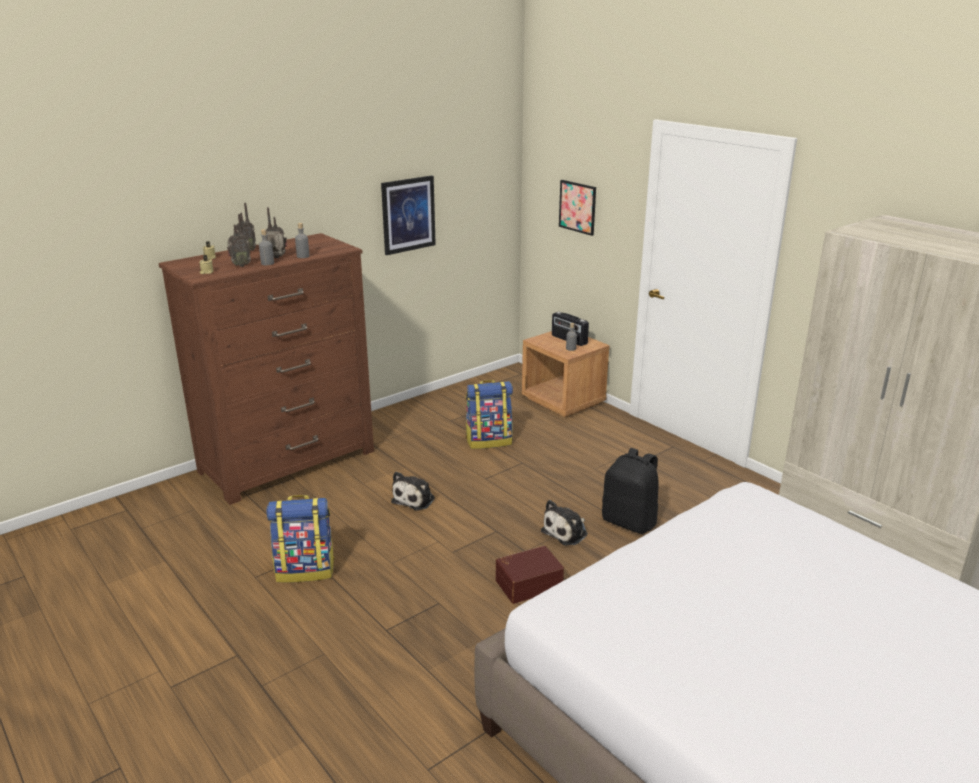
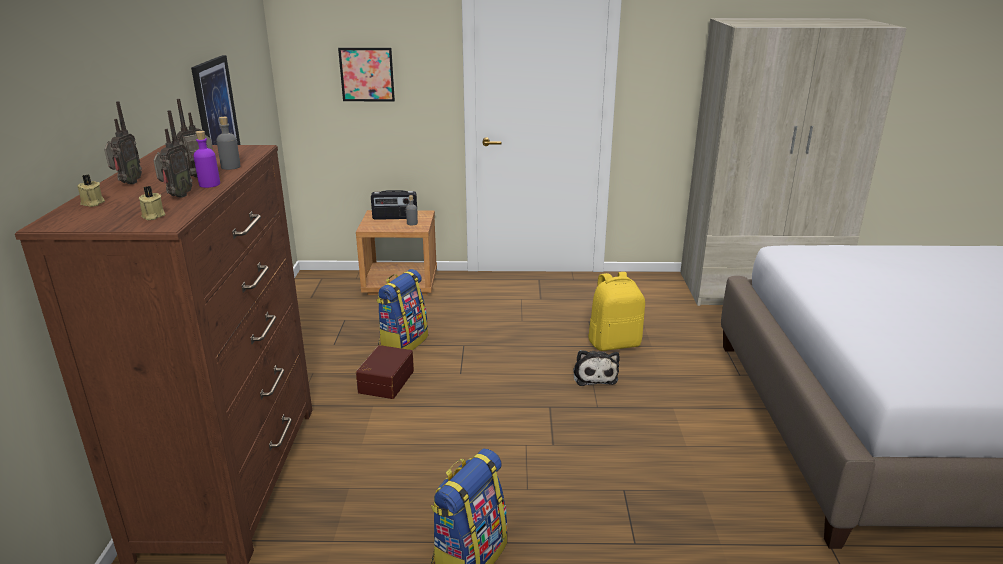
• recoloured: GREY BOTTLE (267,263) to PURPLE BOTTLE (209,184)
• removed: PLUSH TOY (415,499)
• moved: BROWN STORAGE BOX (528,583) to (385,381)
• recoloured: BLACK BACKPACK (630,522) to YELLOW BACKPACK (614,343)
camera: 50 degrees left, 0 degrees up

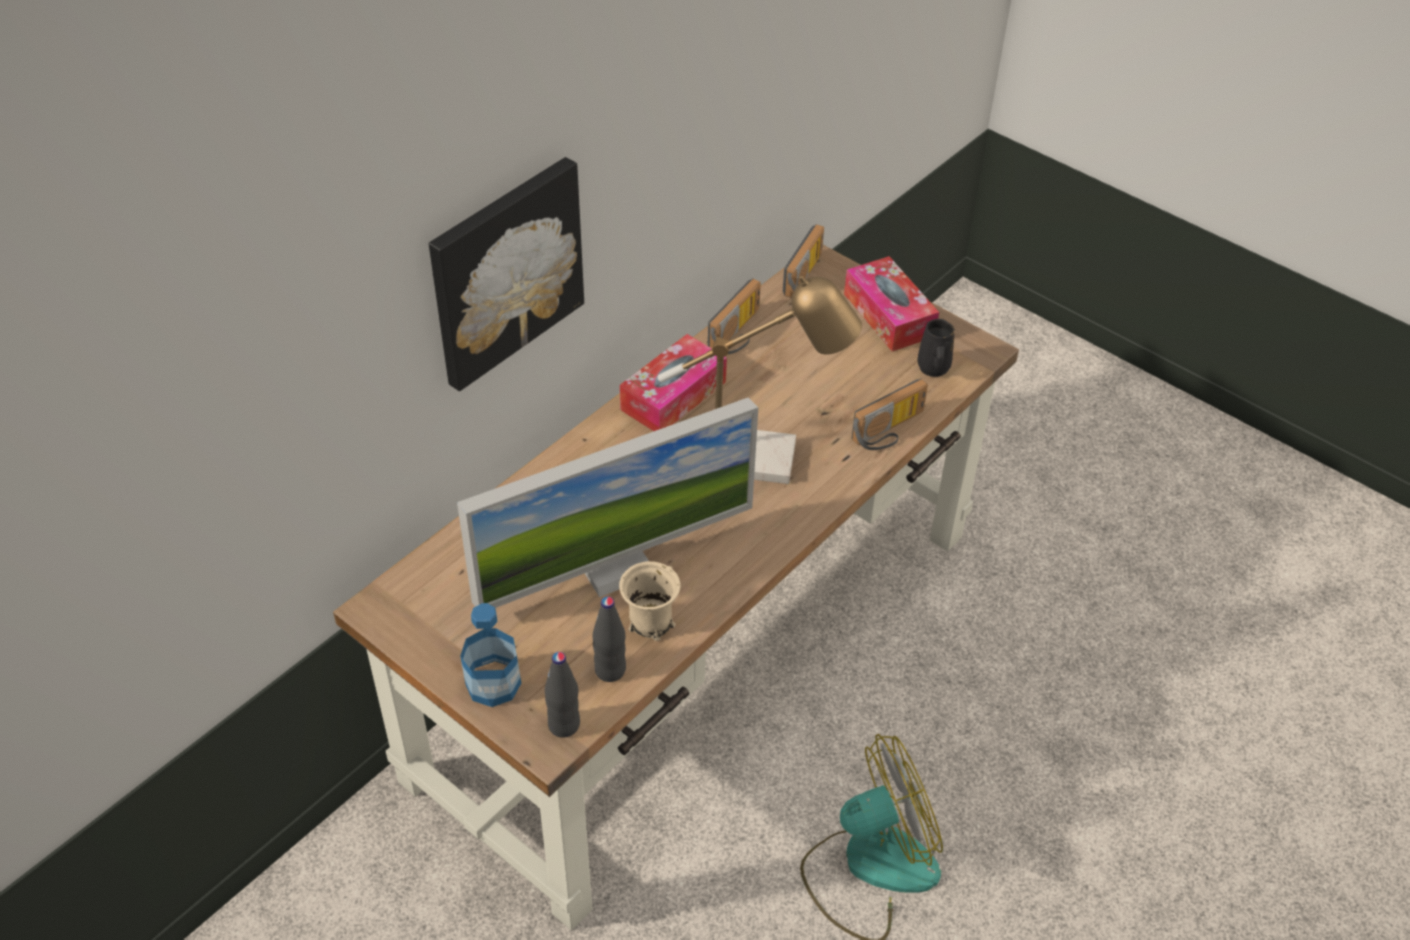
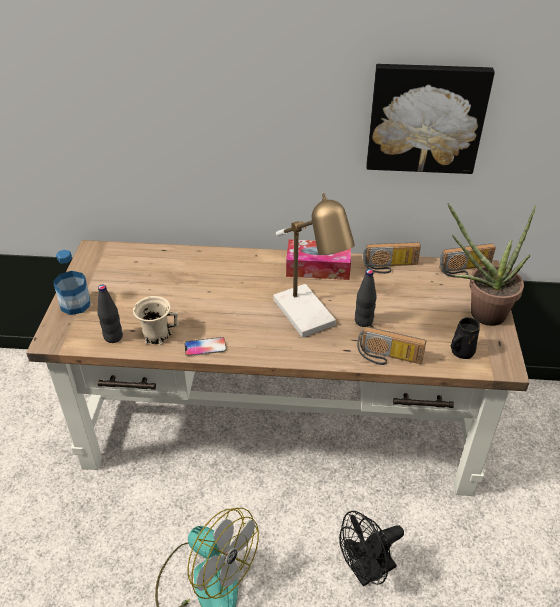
• moved: PICTURE (504,271) to (426,118)
• removed: MONITOR (615,567)
• moved: BLACK BOTTLE (564,725) to (363,321)
• replaced: TISSUE BOX (888,315) to POTTED PLANT (479,313)
• added: PHONE (205,347)
• added: BLACK FAN (367,571)
camera: 55 degrees right, 5 degrees down

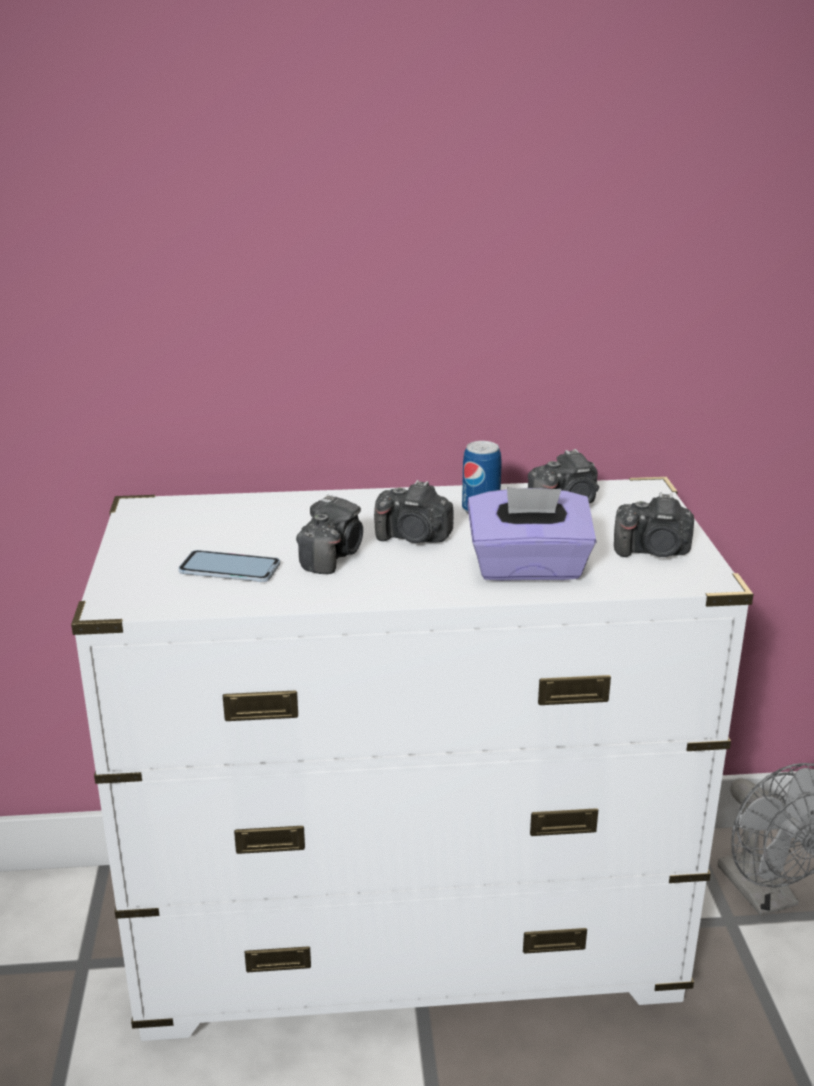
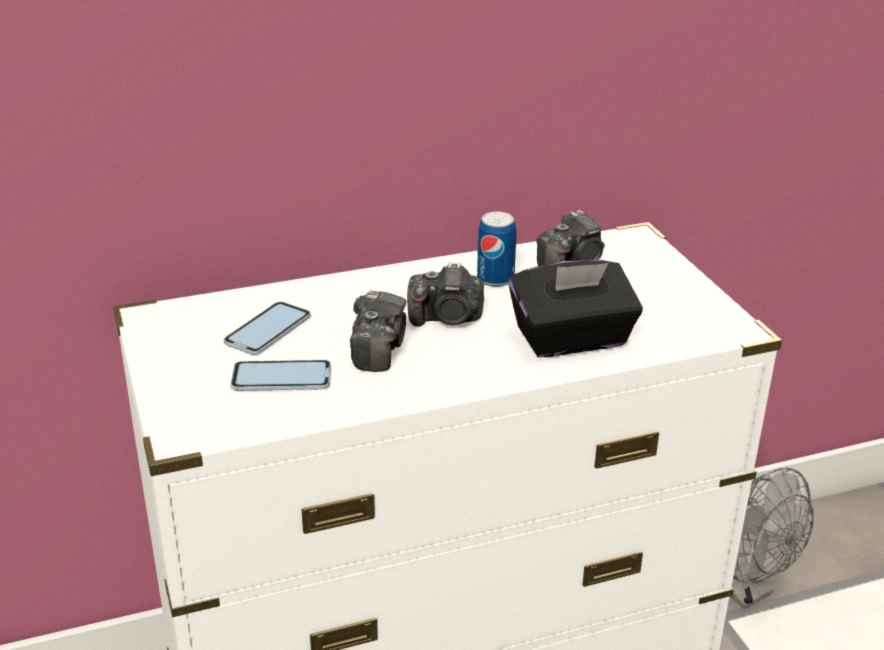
• recoloured: PURPLE TISSUE BOX (528,569) to BLACK TISSUE BOX (572,339)
• removed: PHOTO CAMERA (654,551)
• added: PHONE (268,330)
camera: 15 degrees left, 5 degrees up

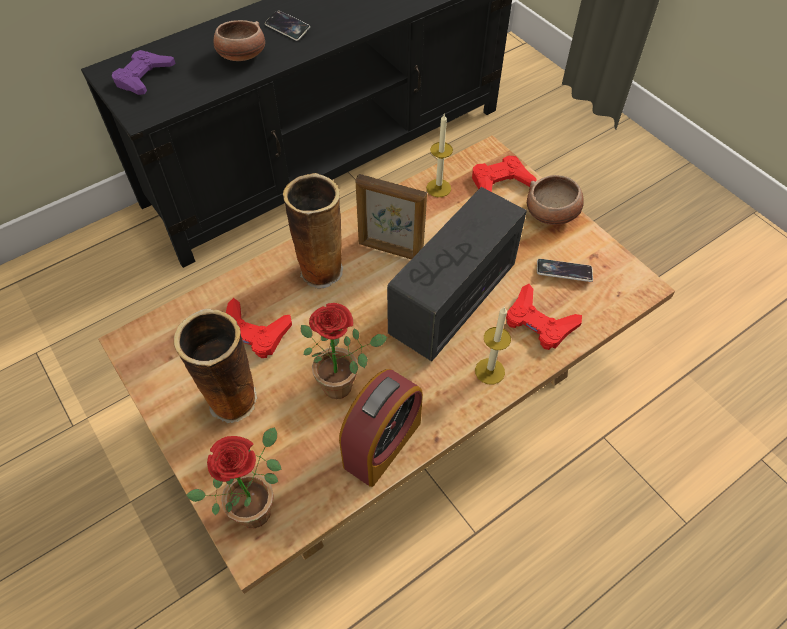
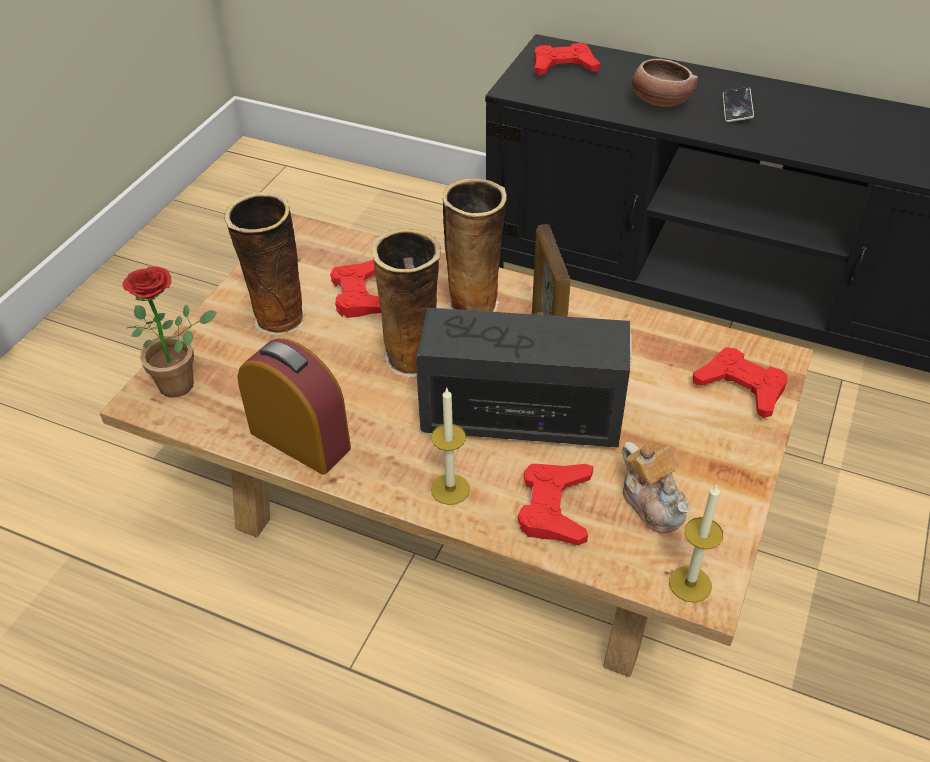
• recoloured: PURPLE GAME CONTROLLER (144,77) to RED GAME CONTROLLER (563,66)
• removed: POTTED PLANT (343,383)
• turned: ALARM CLOCK (382,444) = (300,440) 150 degrees counterclockwise
• moved: CANDLE (438,188) to (690,584)
• removed: BOWL (552,214)
• replaced: PHONE (563,272) to TEAPOT (653,502)
• added: VASE (413,358)
camera: 60 degrees right, 10 degrees down

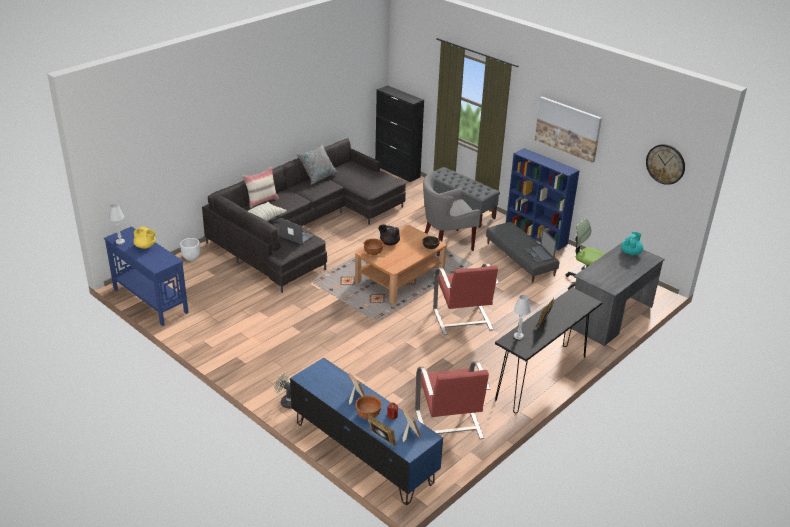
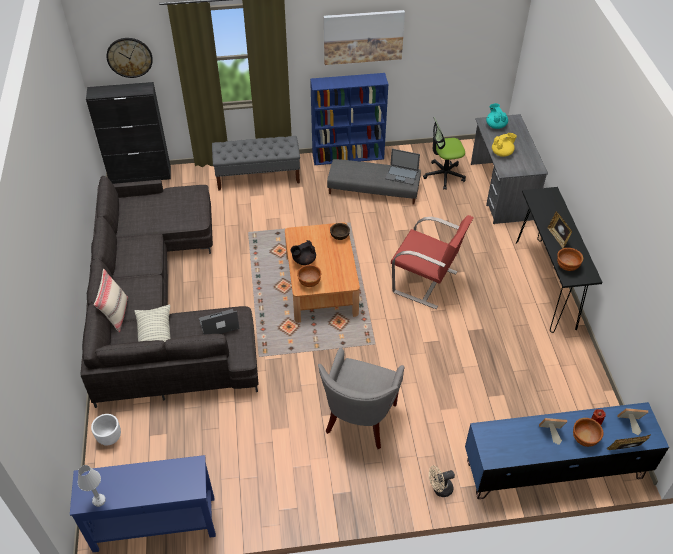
• moved: YELLOW TEAPOT (145,246) to (502,153)
• removed: GREY PILLOW (318,177)
• removed: RED ARMCHAIR (449,425)
• moved: GREY ARMCHAIR (446,243) to (359,420)
• replaced: WHITE TABLE LAMP (518,336) to BROWN BOWL (567,266)
• moved: WALL CLOCK (665,164) to (129,57)
camera: 50 degrees left, 15 degrees up

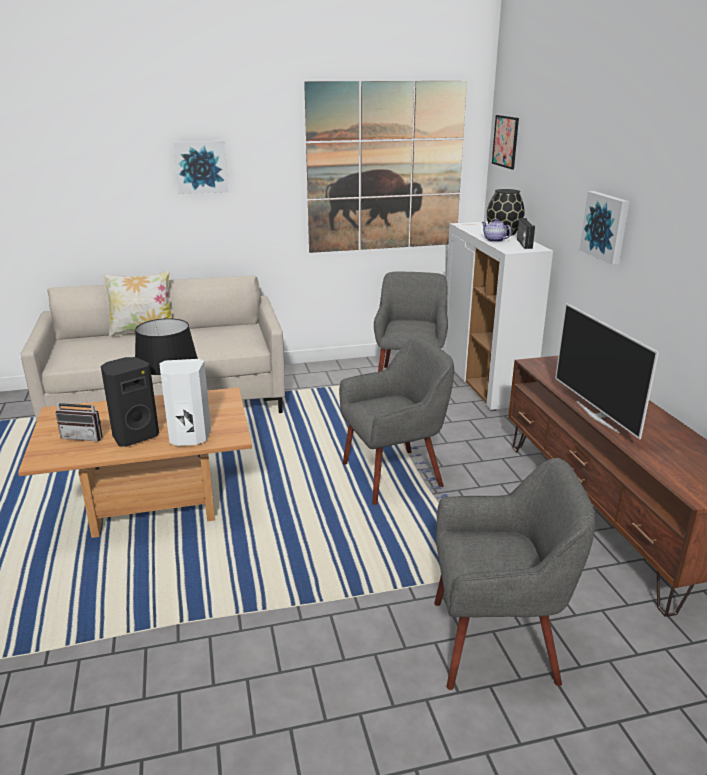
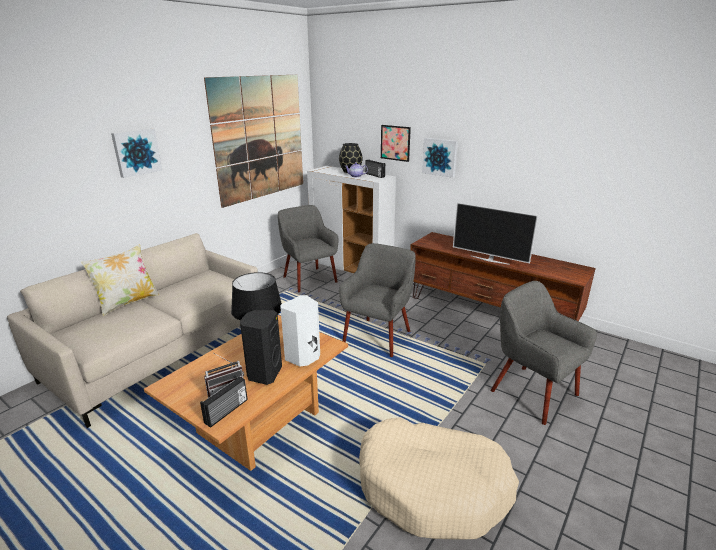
• turned: GREY ARMCHAIR (496,642) = (532,392) 90 degrees counterclockwise
• moved: PICTURE (505,141) to (395,143)
• added: RADIO (227,411)
• added: BEIGE DOG BED (433,487)
camera: 40 degrees left, 0 degrees up

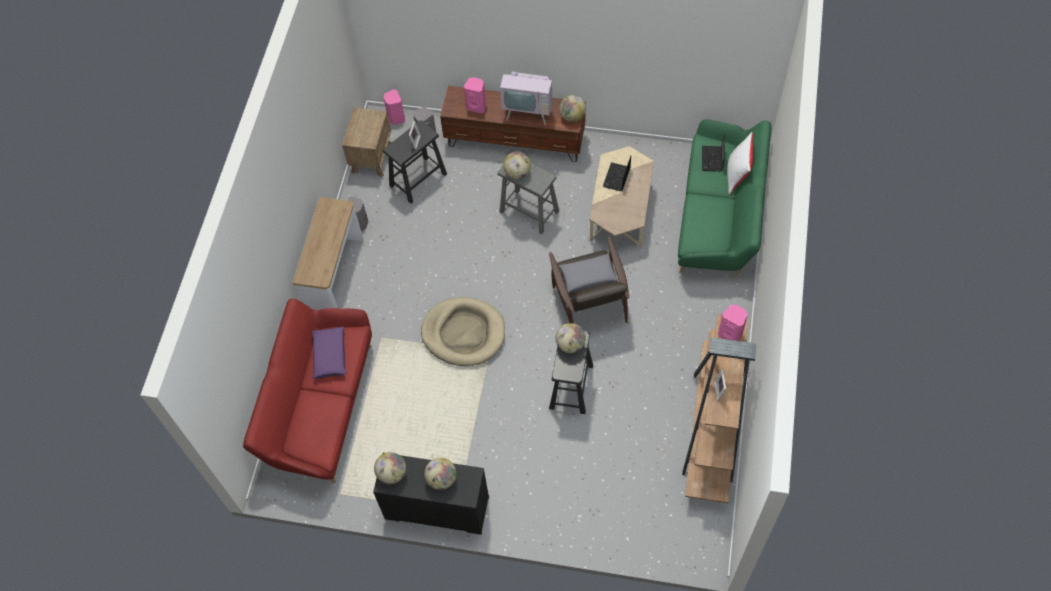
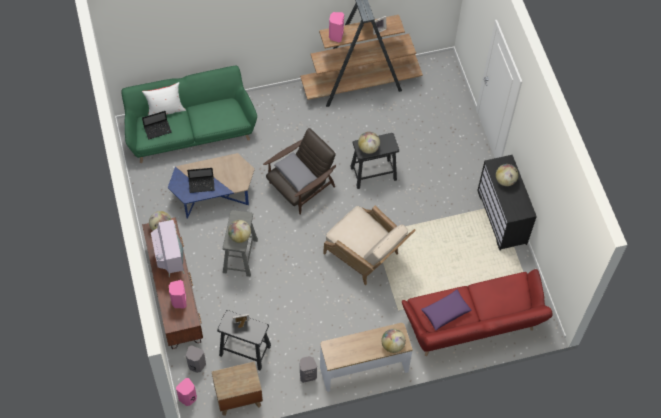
• moved: GLOBE (392,473) to (392,345)
• replaced: BEIGE DOG BED (463,333) to BEIGE ARMCHAIR (366,256)
• recoloured: BEIGE COFFEE TABLE (621,212) to BLUE COFFEE TABLE (213,194)
camera: 120 degrees left, 0 degrees up

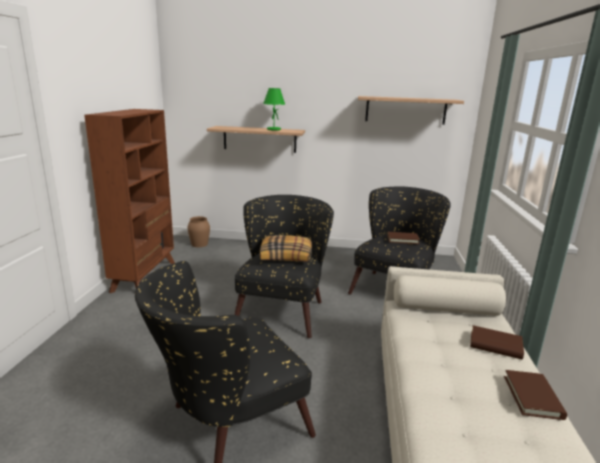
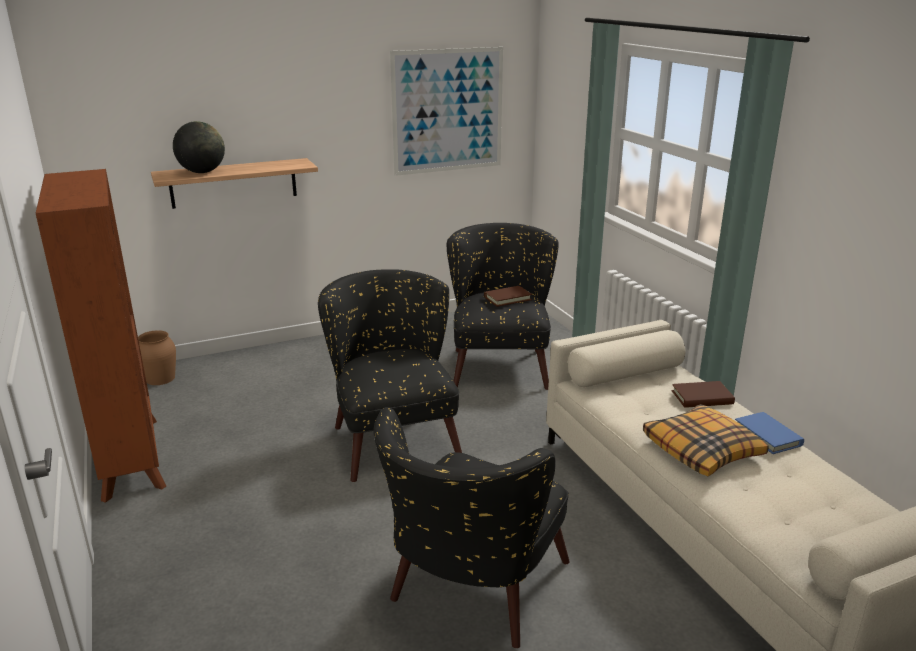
• moved: PILLOW (287,255) to (702,450)
• removed: GREEN TABLE LAMP (273,129)
• replaced: SHELF (405,110) to PICTURE (448,111)
• recoloured: BROWN BOOK (532,397) to BLUE BOOK (767,436)
• added: GLOBE (202,172)
camera: 30 degrees left, 5 degrees up

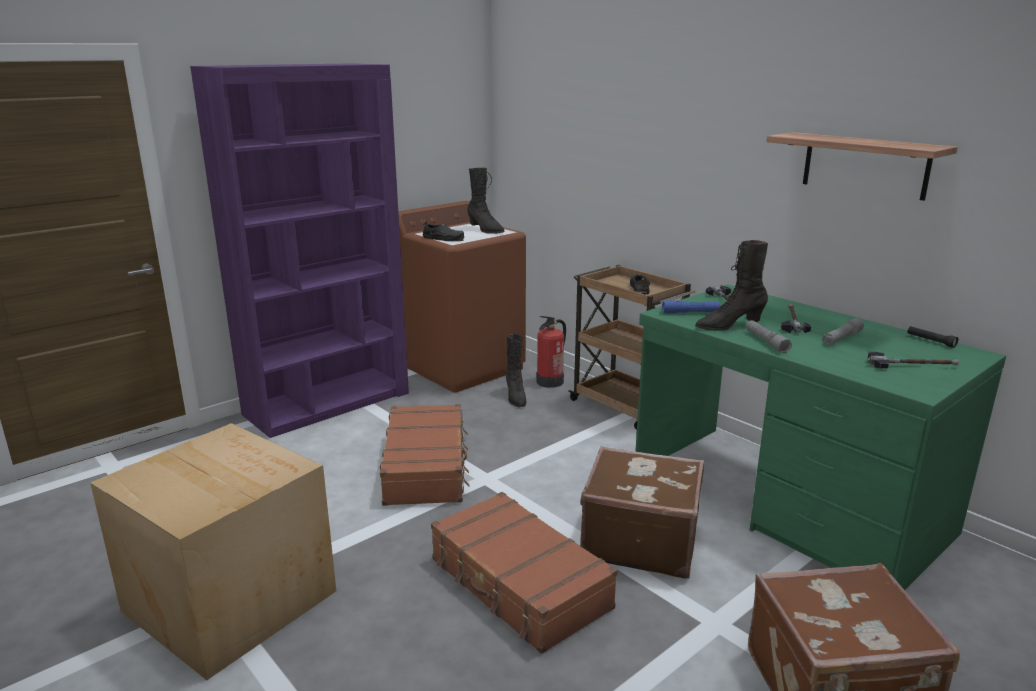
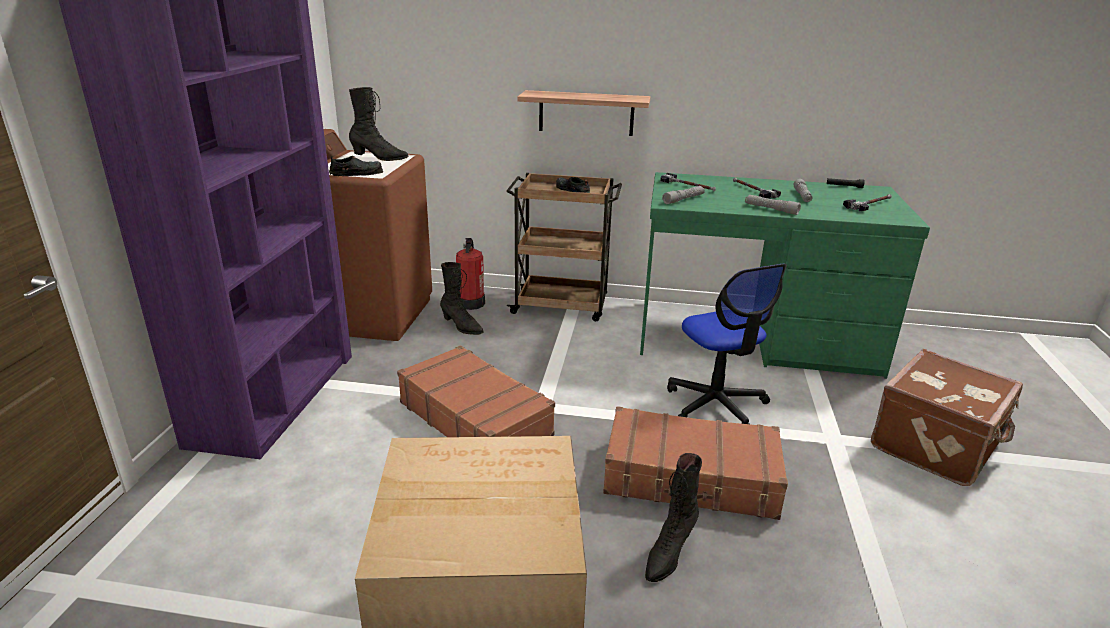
• replaced: BROWN SUITCASE (639,541) to OFFICE CHAIR (716,405)
• recoloured: BLUE FLASHLIGHT (691,313) to GREY FLASHLIGHT (683,199)
• moved: BLACK BOOT (729,325) to (668,554)
• moved: SHELF (865,165) to (586,113)
camera: 40 degrees left, 5 degrees up

